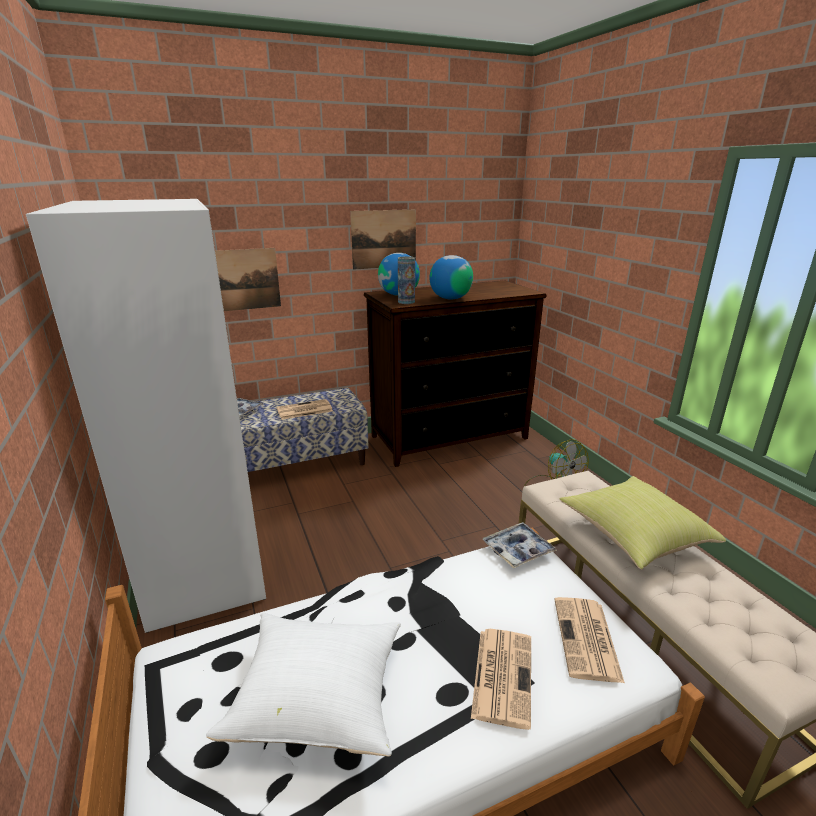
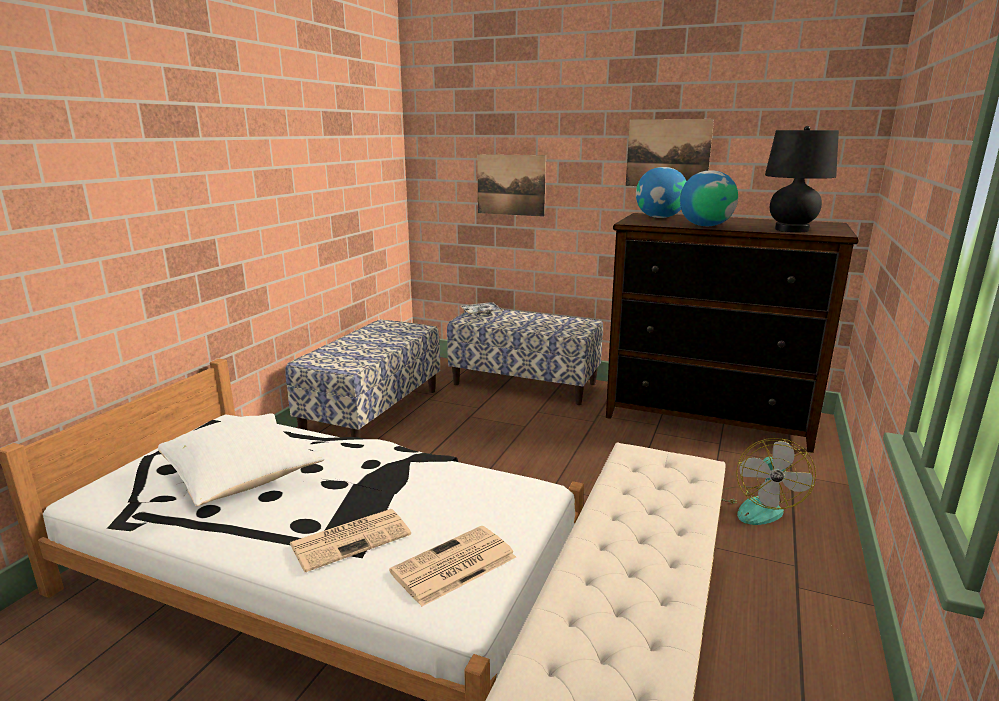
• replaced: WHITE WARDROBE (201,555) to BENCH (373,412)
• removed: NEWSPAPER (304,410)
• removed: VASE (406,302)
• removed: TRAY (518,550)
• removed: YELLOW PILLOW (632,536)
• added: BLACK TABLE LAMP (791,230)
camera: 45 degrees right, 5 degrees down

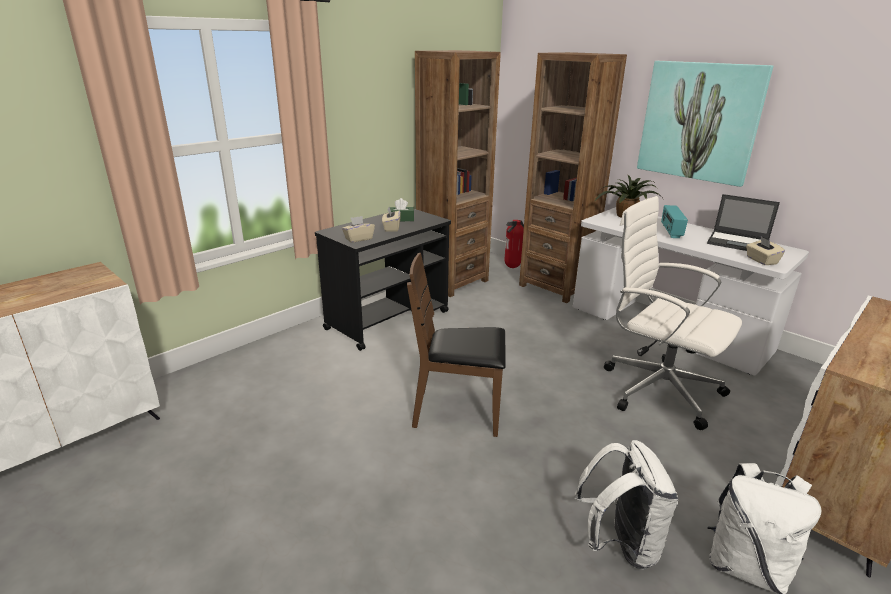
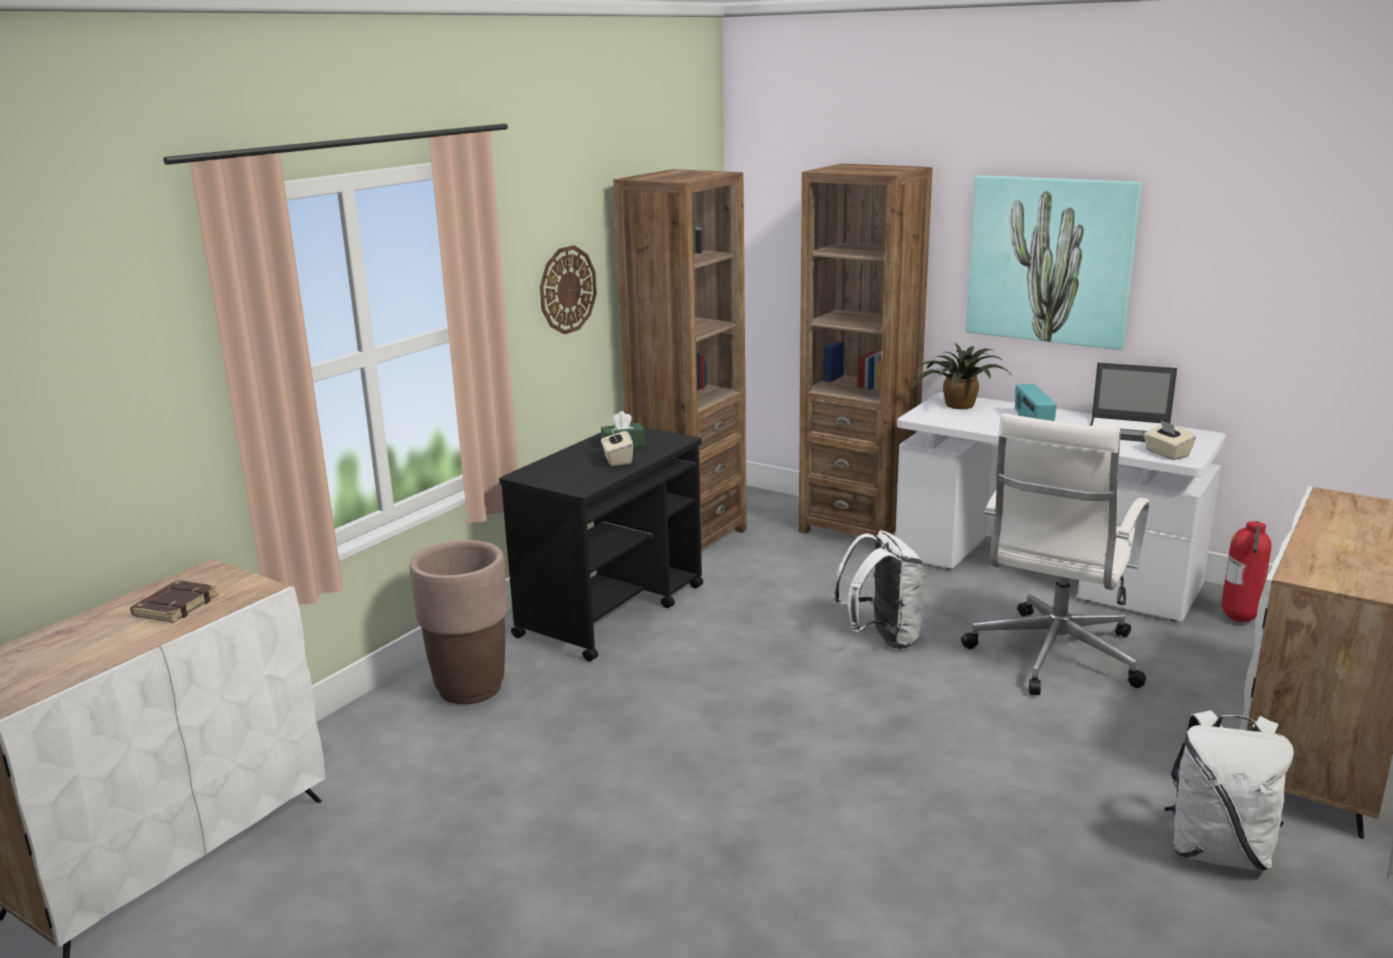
• removed: BEIGE TISSUE BOX (358,239)
• removed: BROWN CHAIR (458,412)
• moved: FIRE EXTINGUISHER (512,267) to (1240,620)
• moved: WHITE BACKPACK (619,543) to (882,638)
• turned: WHITE OFFICE CHAIR (657,389) = (1053,657) 90 degrees counterclockwise
• added: BROWN BOOK (175,606)
• added: BROWN PLANTER (470,688)
• added: WALL CLOCK (567,289)
camera: 10 degrees left, 5 degrees down

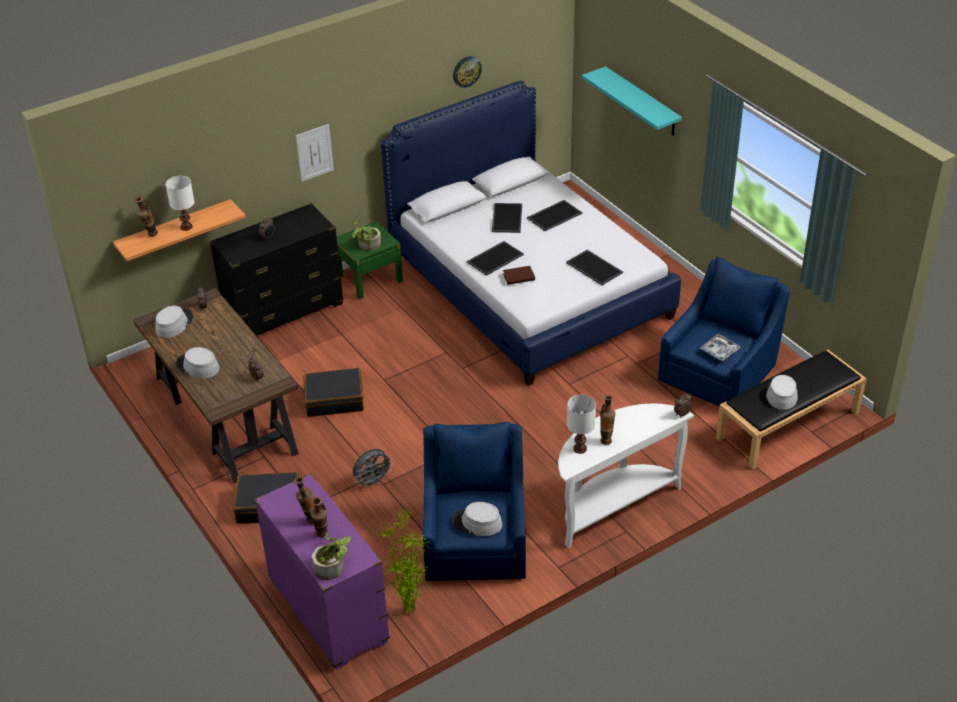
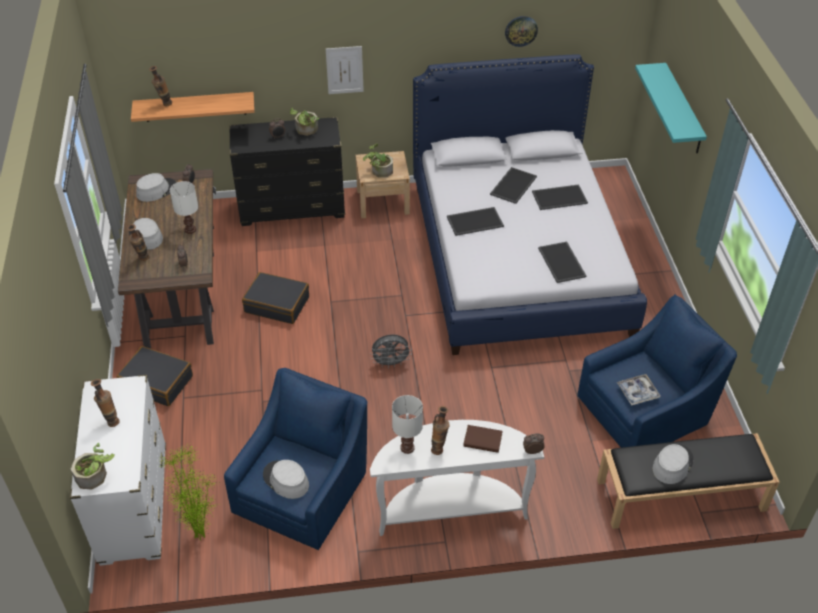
• moved: WHITE TABLE LAMP (187,227) to (190,230)
• recoloured: PURPLE DRESSER (328,610) to WHITE DRESSER (134,504)
• moved: VASE (321,536) to (142,260)
• recoloured: GREEN NIGHTSTAND (369,278) to BEIGE NIGHTSTAND (383,202)
• moved: GREY FAN (373,482) to (391,363)
• moved: BROWN BOOK (518,277) to (482,440)
• added: POTTED PLANT (306,131)
camera: 25 degrees right, 5 degrees up

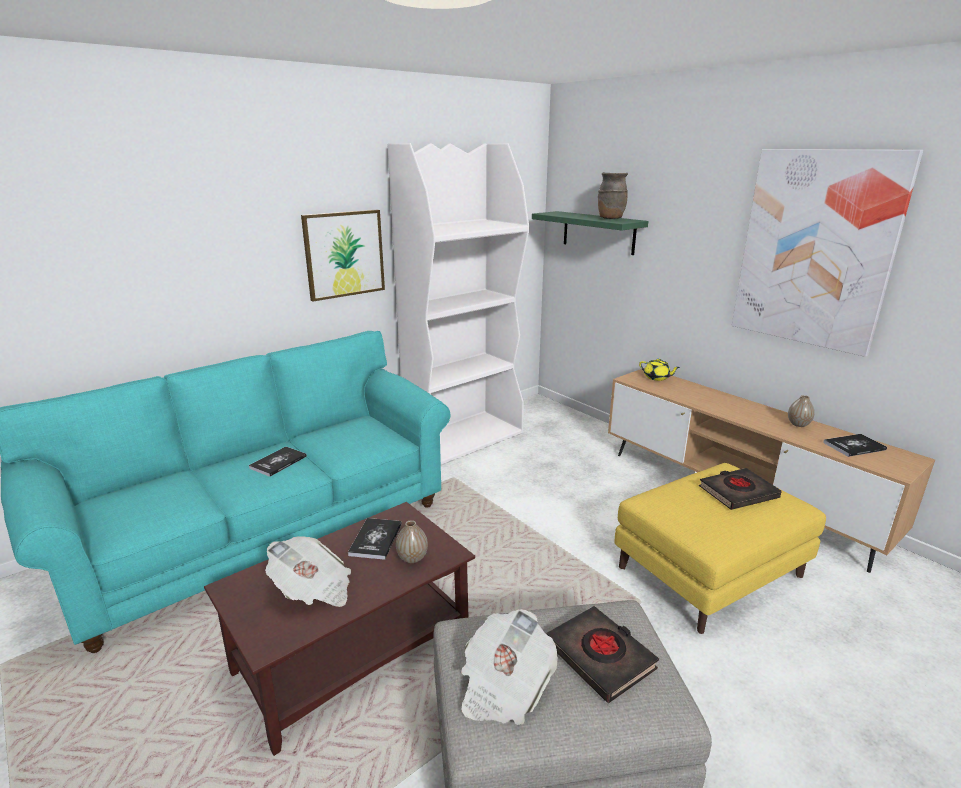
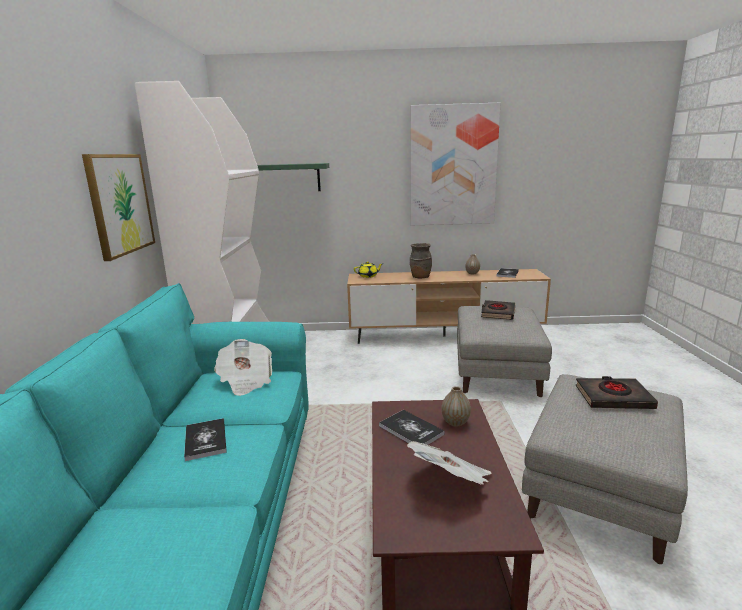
• moved: NEWSPAPER (503,687) to (245,381)
• moved: BROWN VASE (610,218) to (420,277)
• recoloured: YELLOW OTTOMAN (708,573) to GREY OTTOMAN (497,372)
camera: 50 degrees left, 5 degrees down

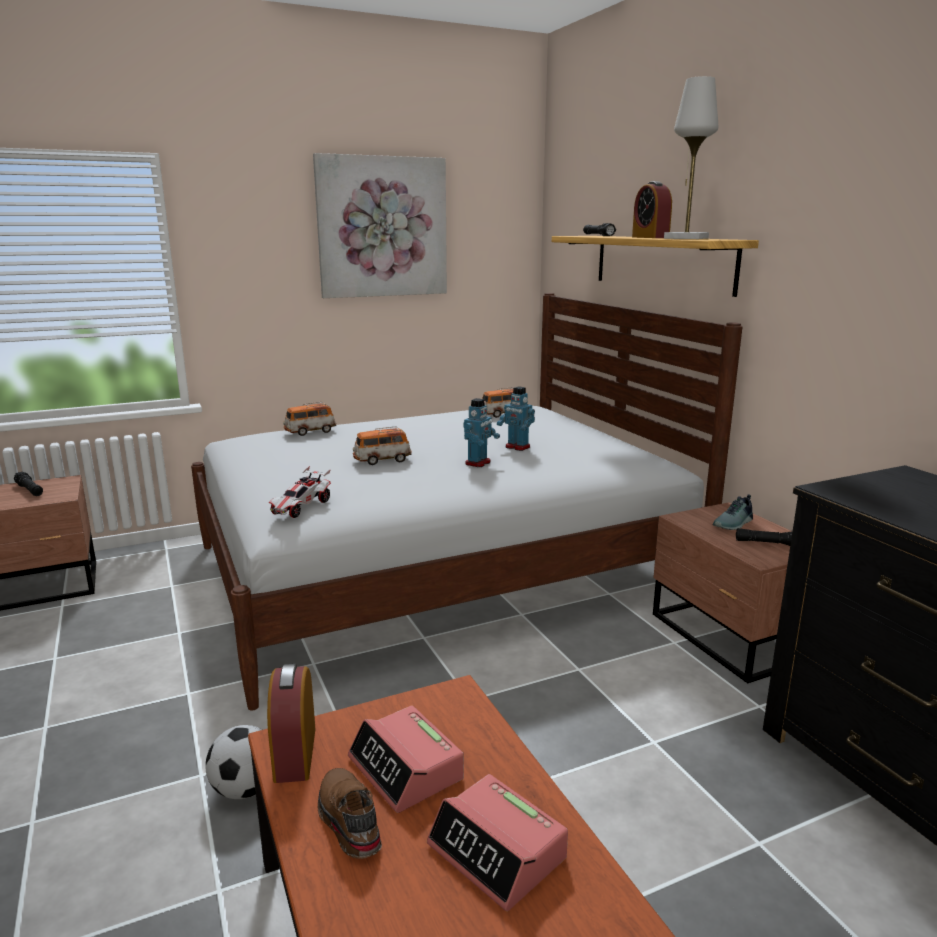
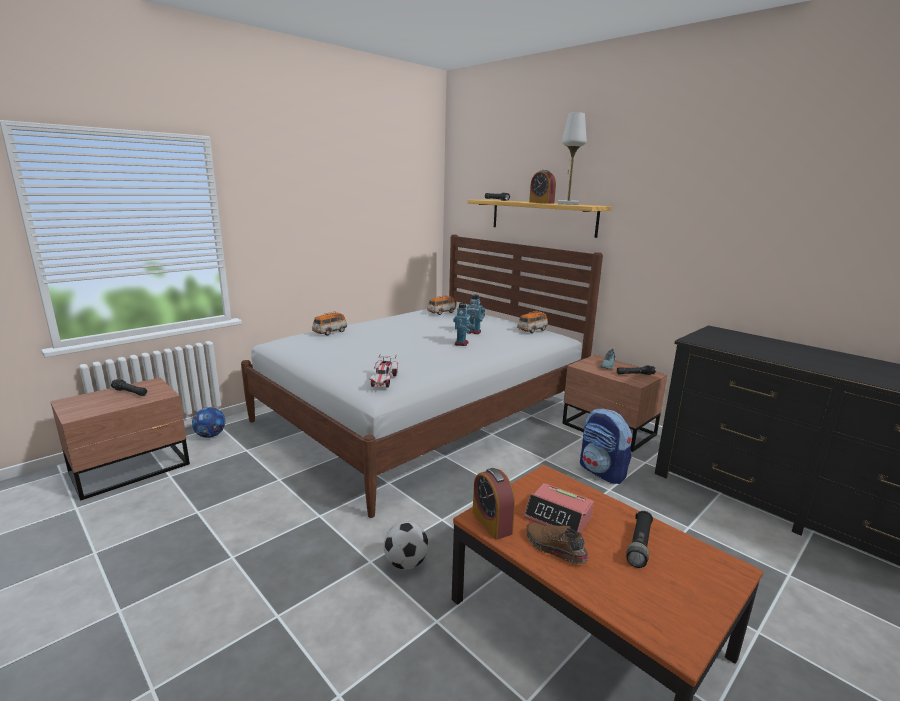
• removed: PICTURE (382,227)
• moved: TOY CAR (382,460) to (532,330)
• replaced: ALARM CLOCK (497,852) to BLACK FLASHLIGHT (639,545)
• added: FOOTBALL (210,435)
• added: BACKPACK (602,472)
camera: 20 degrees left, 0 degrees up

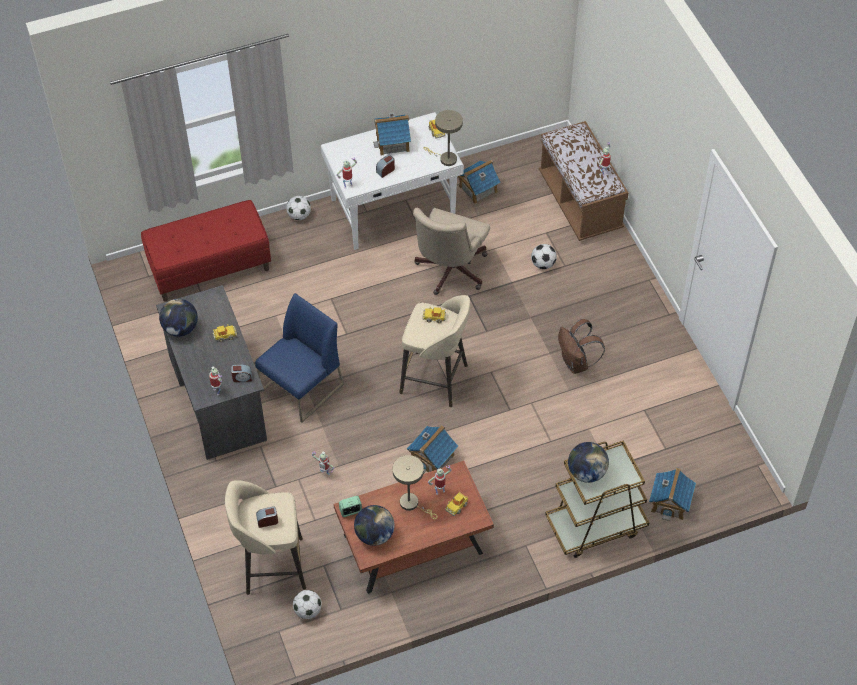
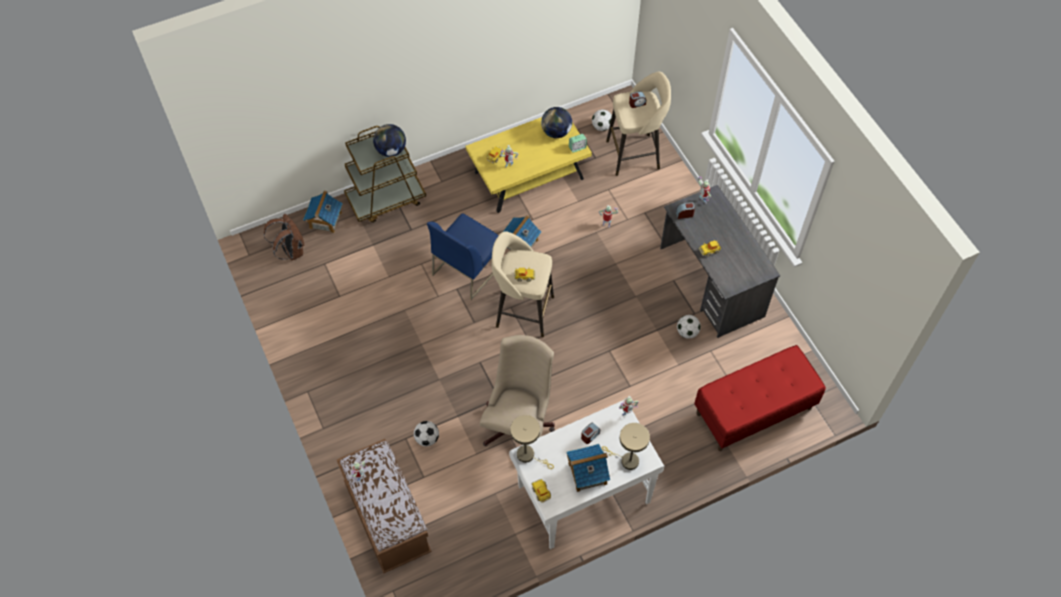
• removed: GLOBE (180,328)
• moved: BLUE CHAIR (302,388) to (468,268)
• moved: FOOTBALL (299,215) to (687,332)
• recoloured: BROWN COFFEE TABLE (413,544) to YELLOW COFFEE TABLE (529,176)
• moved: BEIGE TABLE LAMP (412,504) to (626,460)
• removed: TOY HOUSE (477,189)
• moved: BROWN BACKPACK (576,363) to (291,251)
camera: 175 degrees right, 5 degrees up

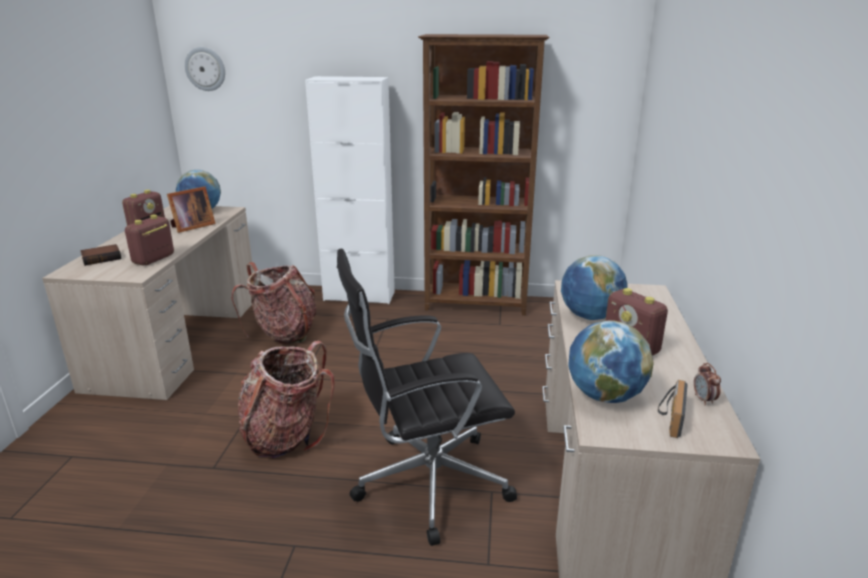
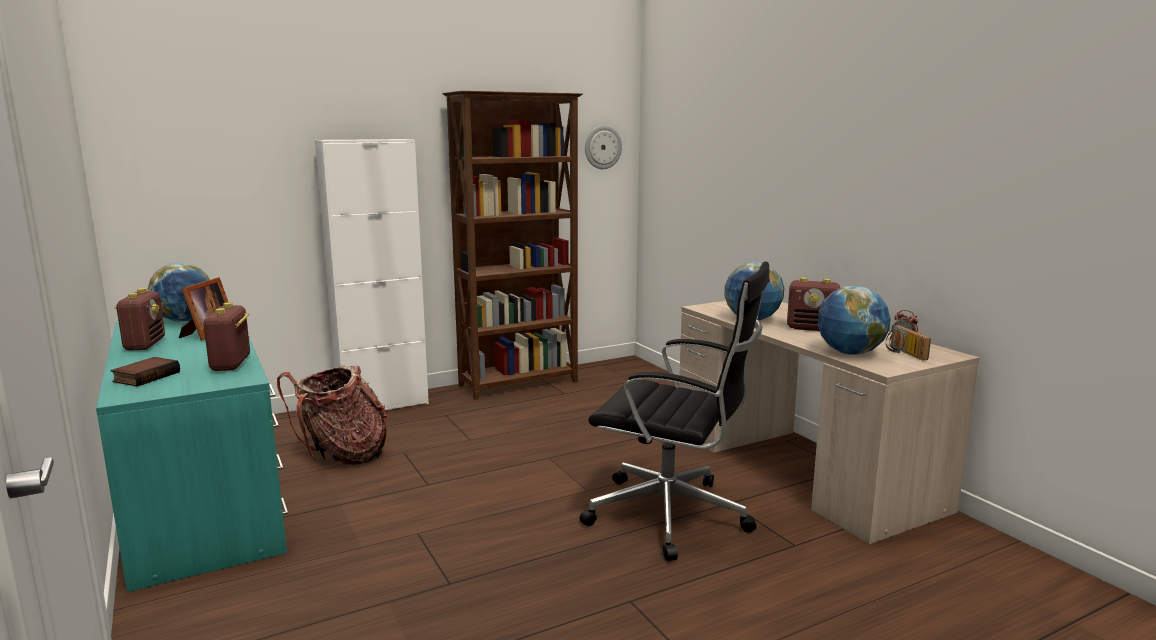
• recoloured: BEIGE DESK (180,339) to TURQUOISE DESK (203,497)
• moved: WALL CLOCK (205,69) to (602,147)
• removed: BACKPACK (286,435)
• turned: BLACK OFFICE CHAIR (426,482) = (673,516) 105 degrees counterclockwise
camera: 35 degrees left, 10 degrees down

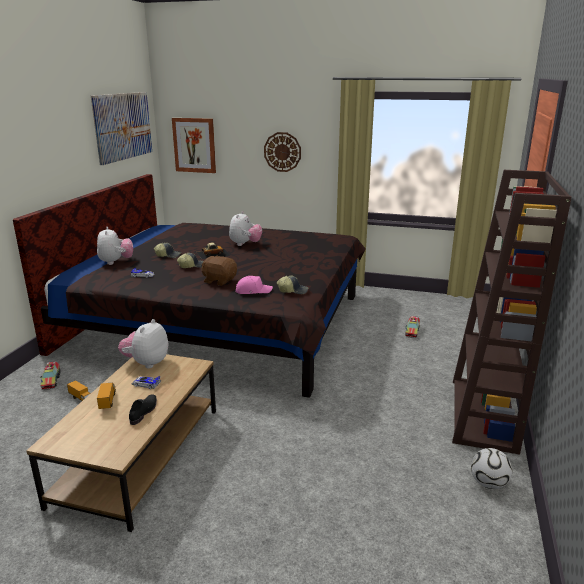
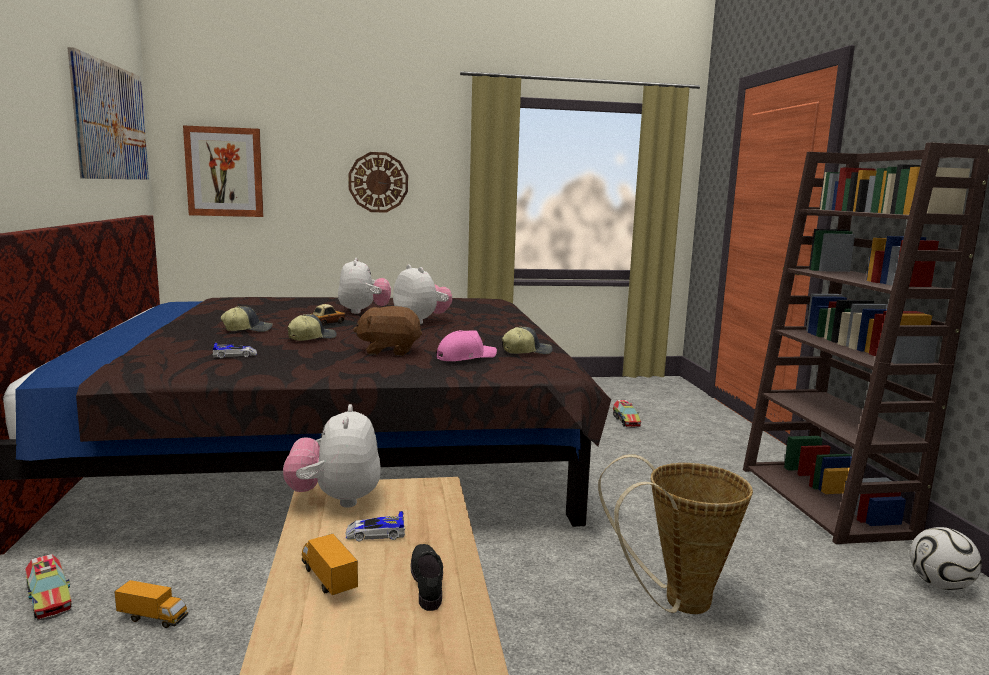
• moved: PLUSH TOY (116,262) to (421,321)
• added: BASKET (676,602)
camera: 25 degrees left, 10 degrees down

